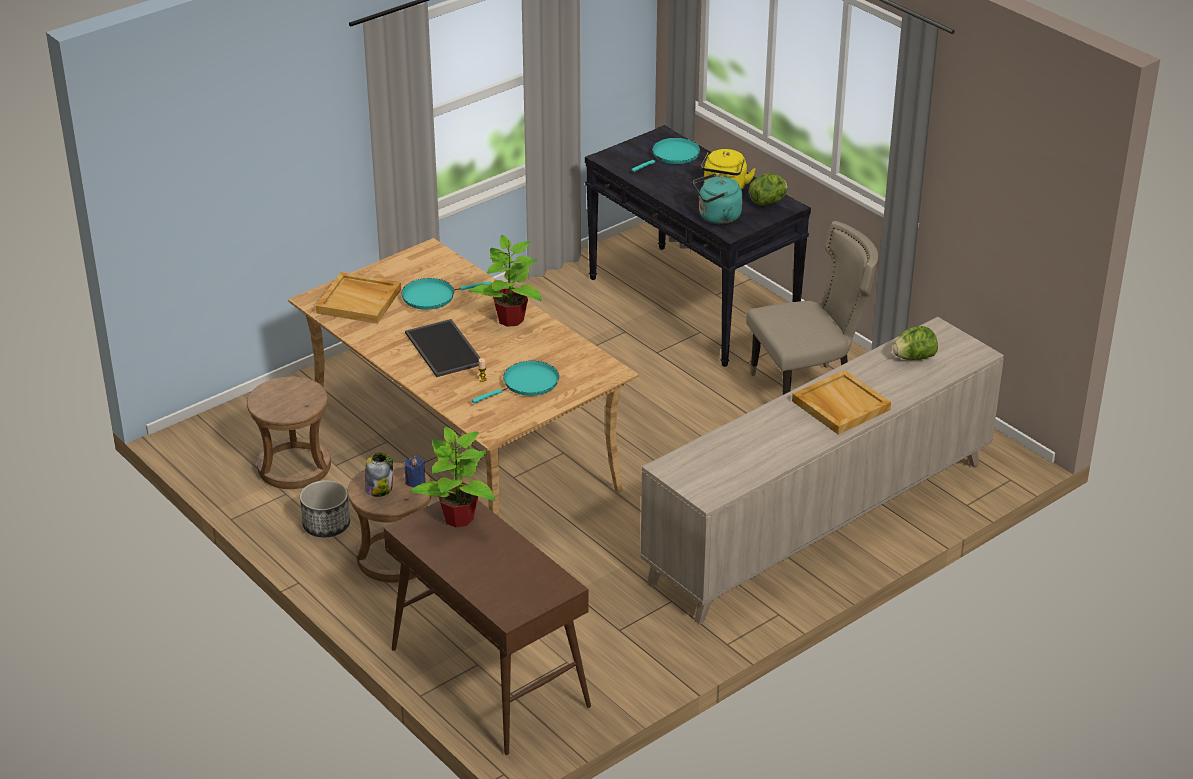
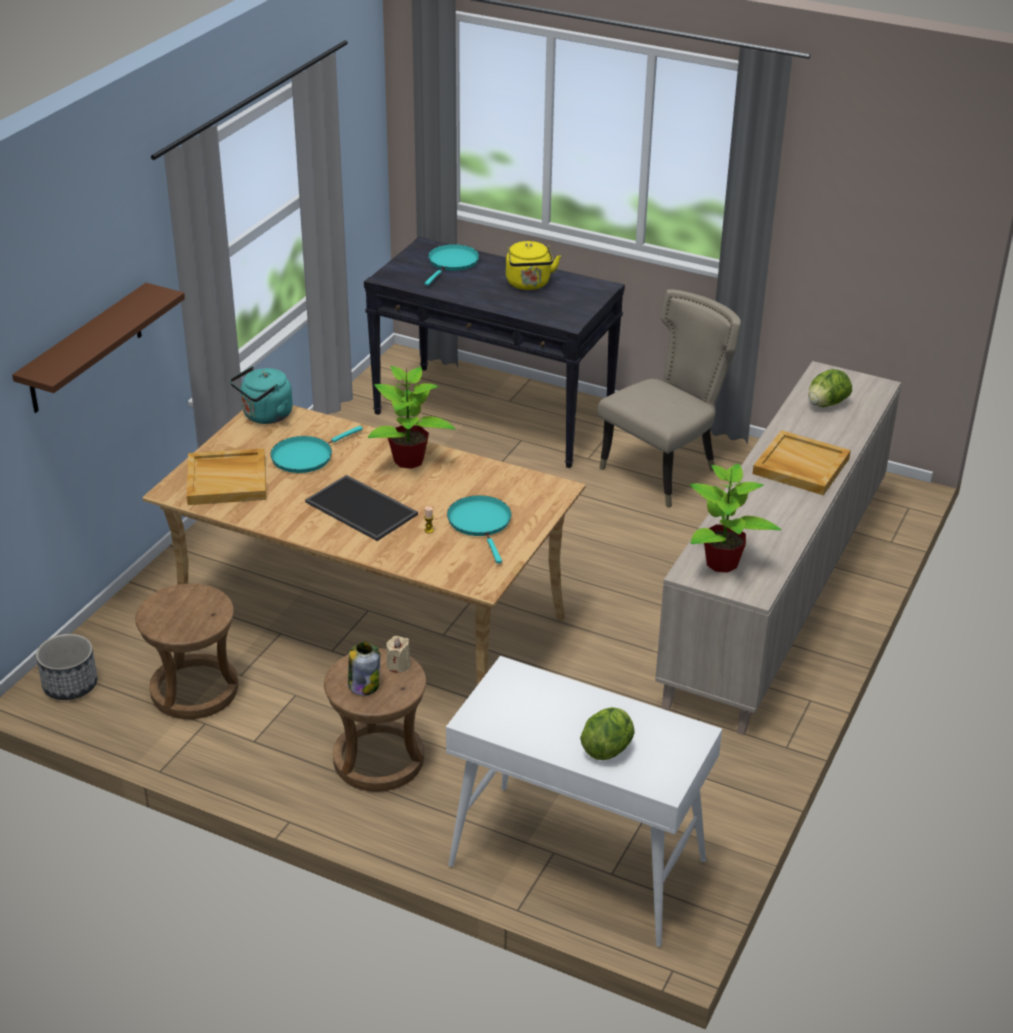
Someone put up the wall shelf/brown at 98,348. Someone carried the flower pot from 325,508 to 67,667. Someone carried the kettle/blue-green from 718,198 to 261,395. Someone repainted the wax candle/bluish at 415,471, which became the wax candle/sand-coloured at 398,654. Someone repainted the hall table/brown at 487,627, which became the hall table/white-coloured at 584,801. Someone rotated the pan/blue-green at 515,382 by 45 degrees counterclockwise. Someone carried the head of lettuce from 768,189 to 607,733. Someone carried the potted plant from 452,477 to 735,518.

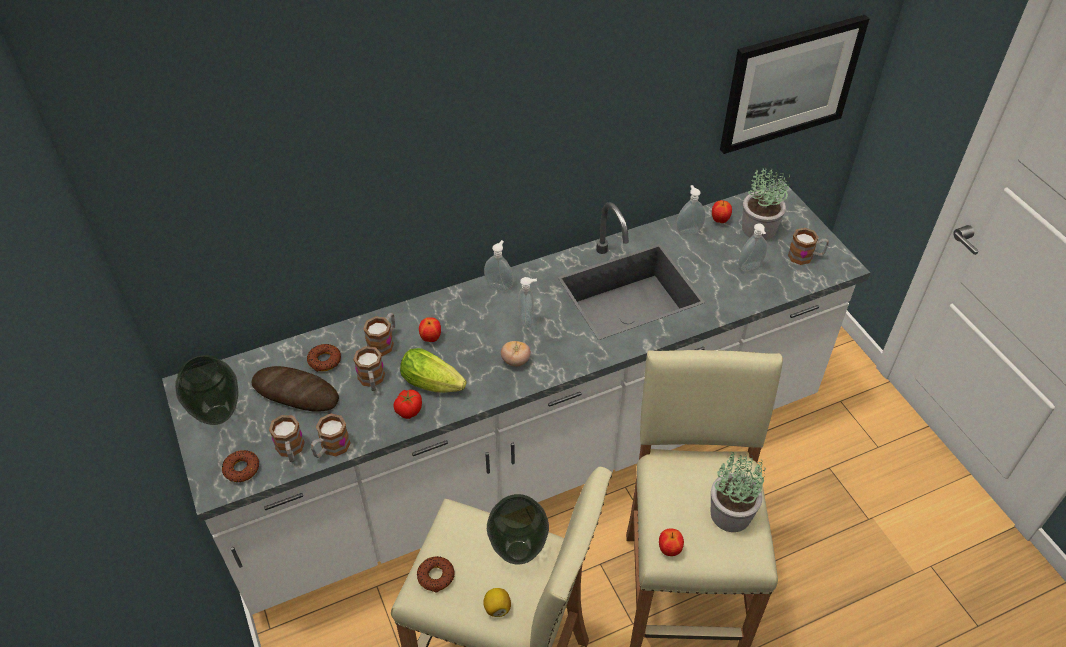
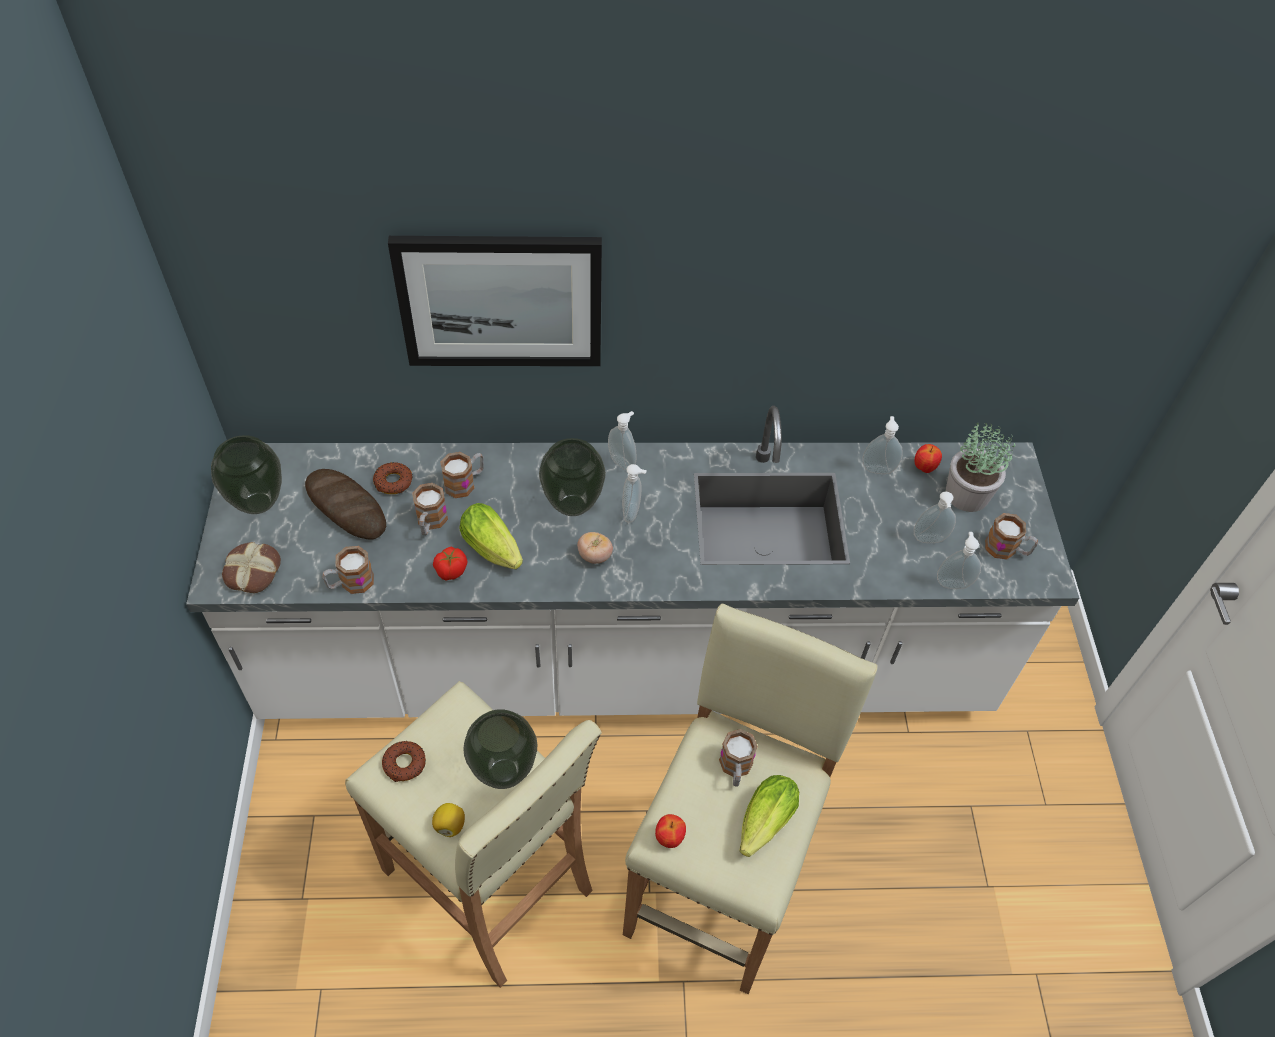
Someone swapped the ring doughnut at 240,466 for the bread at 251,567. Someone carried the wall picture from 795,84 to 495,301. Someone put down the decorative vase at 572,477. Someone carried the tea mug from 287,438 to 738,758. Someone swapped the potted plant at 738,492 for the head of lettuce at 769,816. Someone put down the liquid soap bottle at 959,560. Someone took away the apple at 430,329.

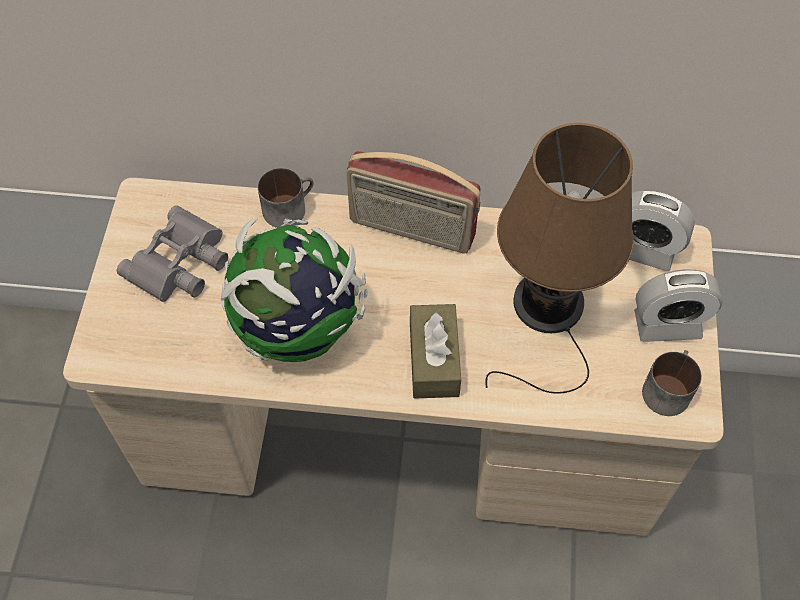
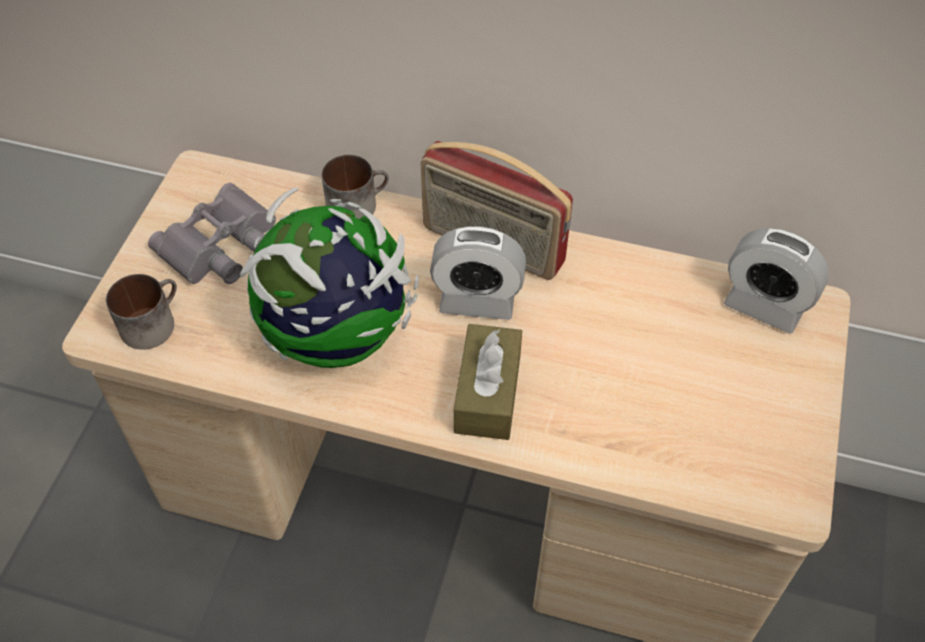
Someone carried the tea mug from 672,383 to 141,312. Someone carried the table clock from 678,305 to 478,273. Someone took away the tabletop lamp/brown at 560,258.

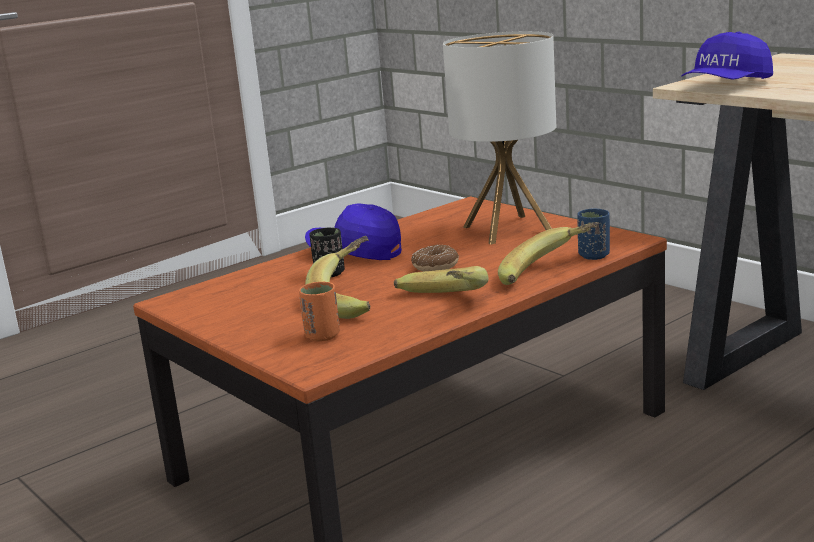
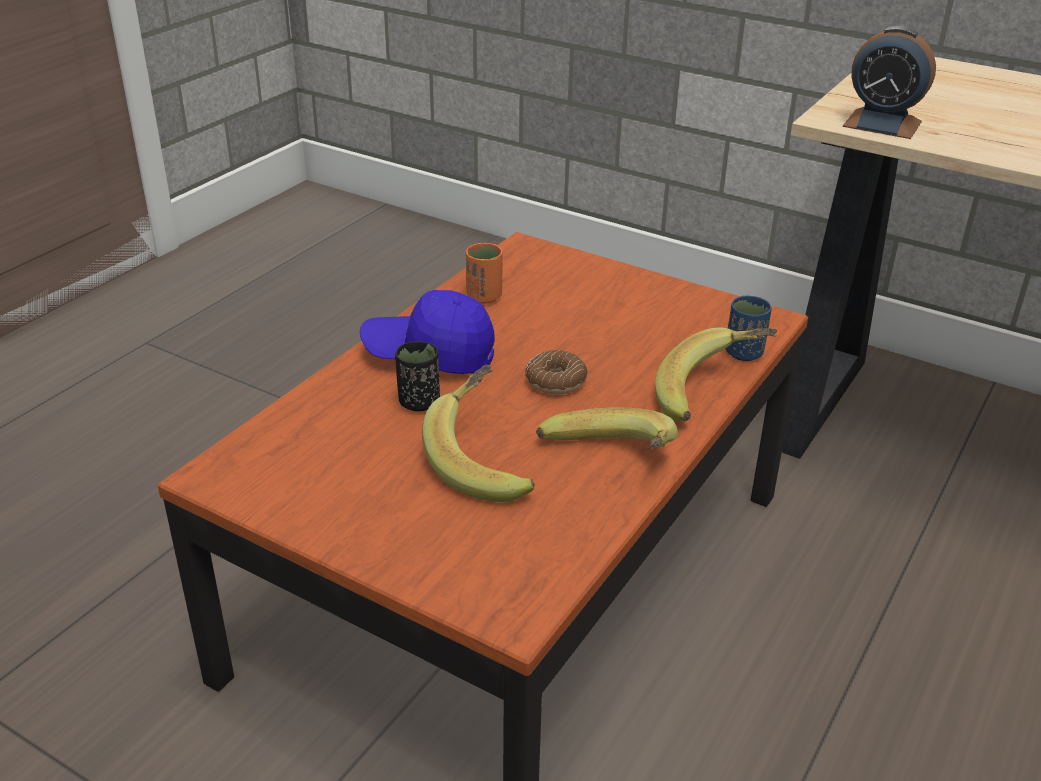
Someone carried the small cup/orange from 319,312 to 484,273. Someone swapped the cap/bluish at 727,56 for the table clock at 889,82. Someone took away the tabletop lamp at 499,138.

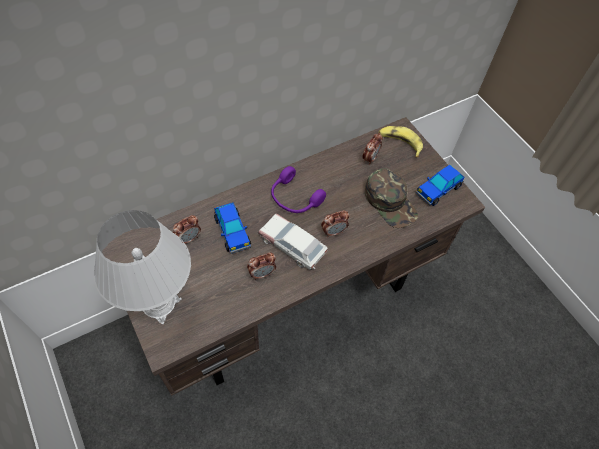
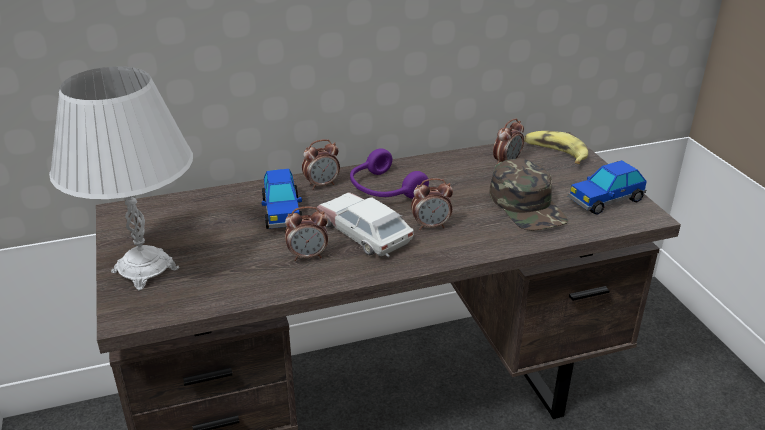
Someone carried the table clock from 187,229 to 321,164.

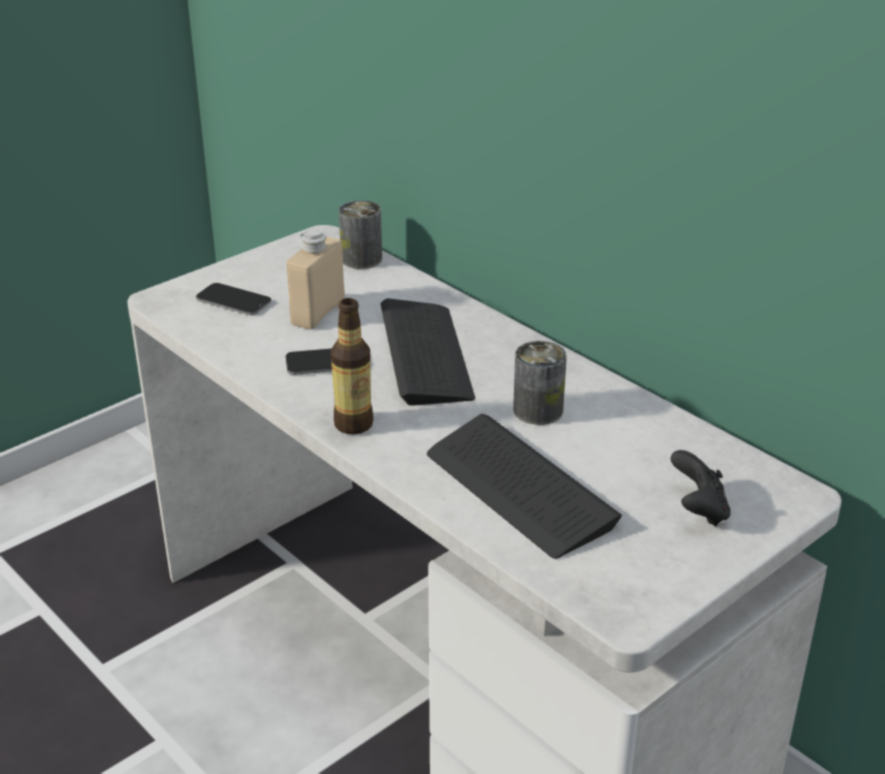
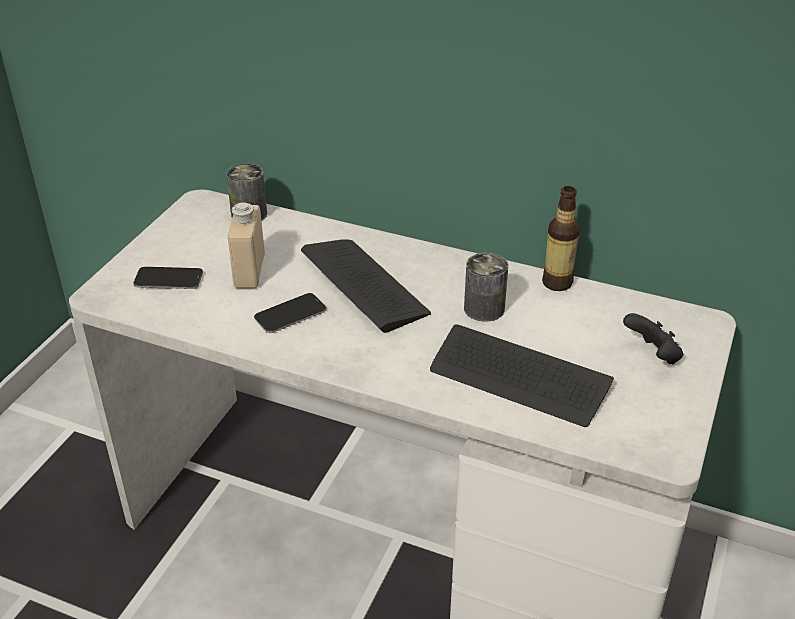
Someone carried the drink bottle from 352,366 to 561,238.

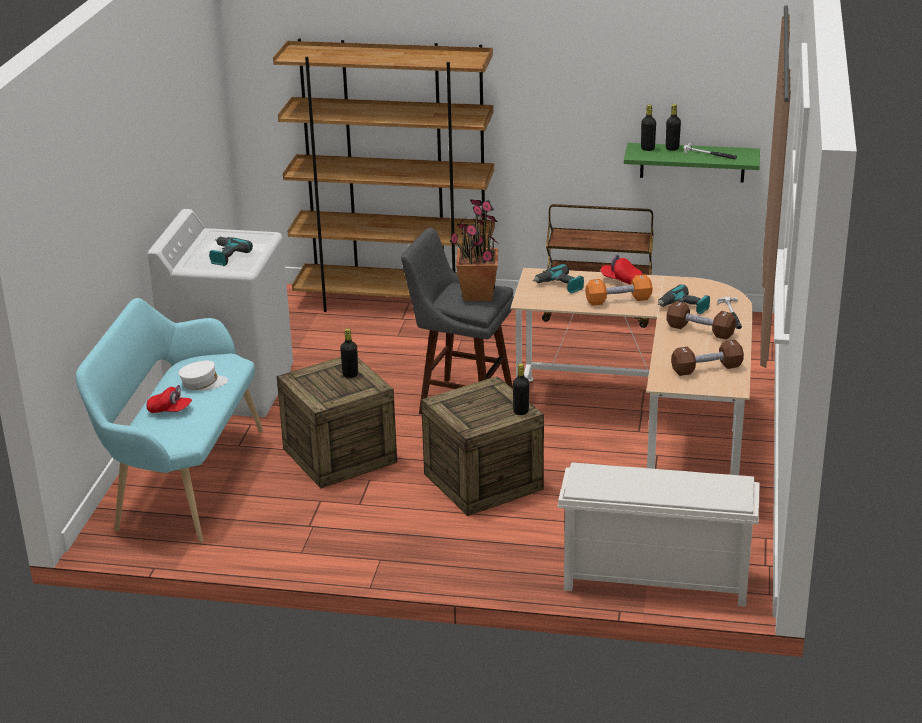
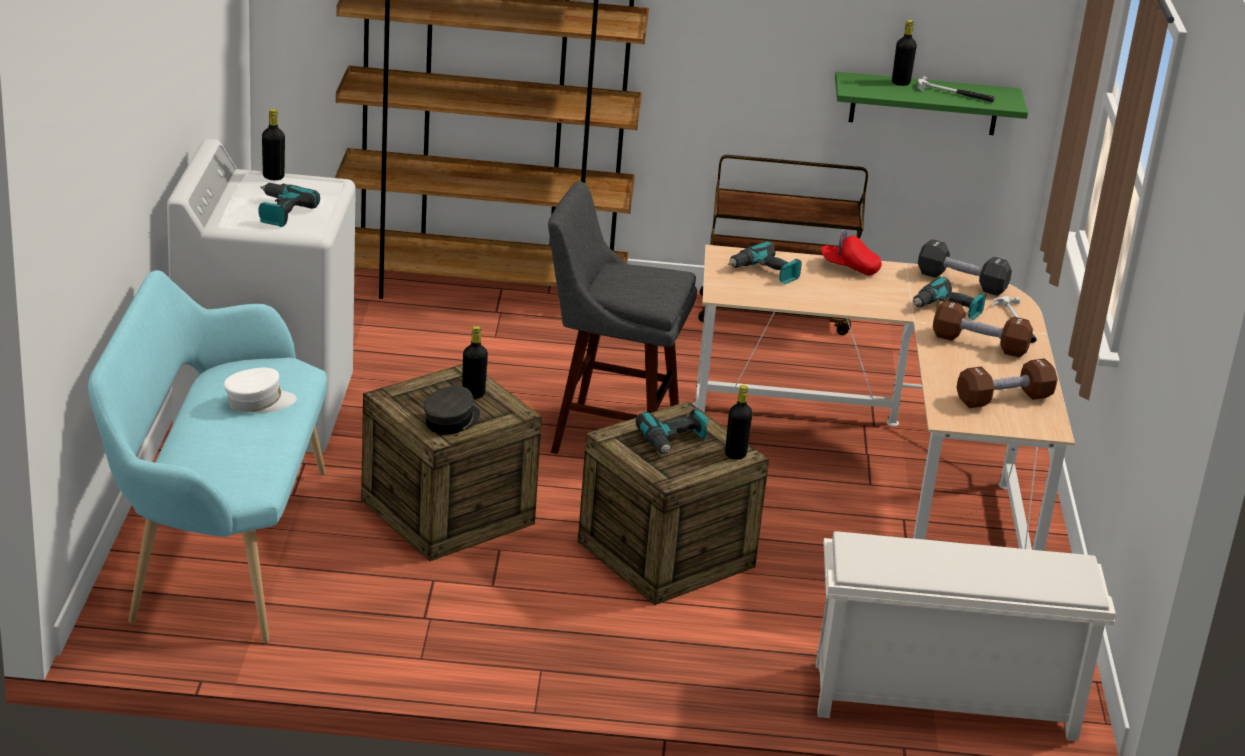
Someone carried the drink bottle/black from 648,128 to 273,144. Someone put down the cap/grey at 452,410. Someone put down the drill at 672,431. Someone put down the free weight/black at 965,267. Someone took away the cap/reddish at 169,399. Someone took away the potted plant at 474,250. Someone took away the free weight/orange at 619,290.

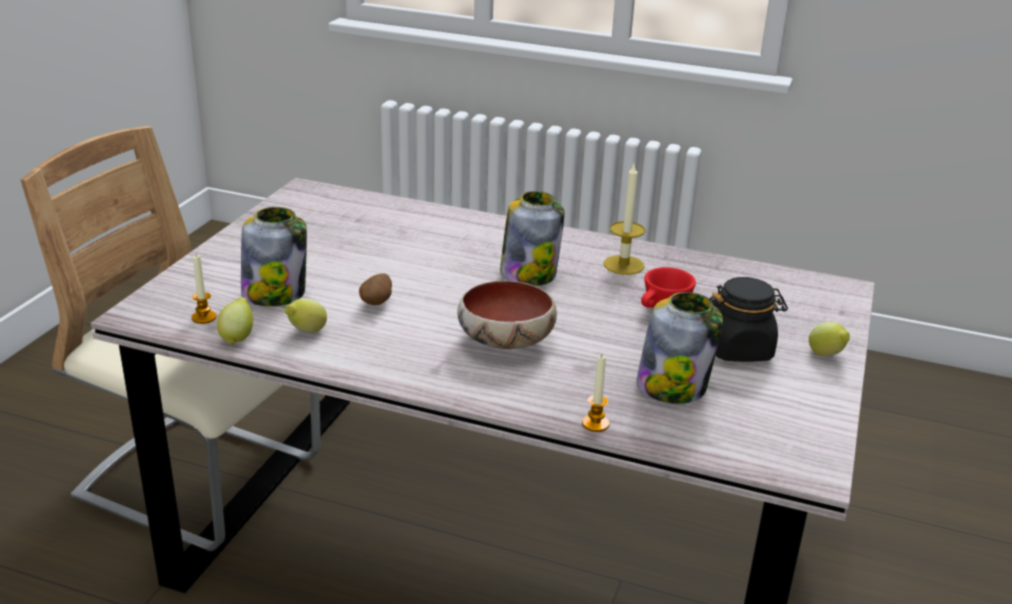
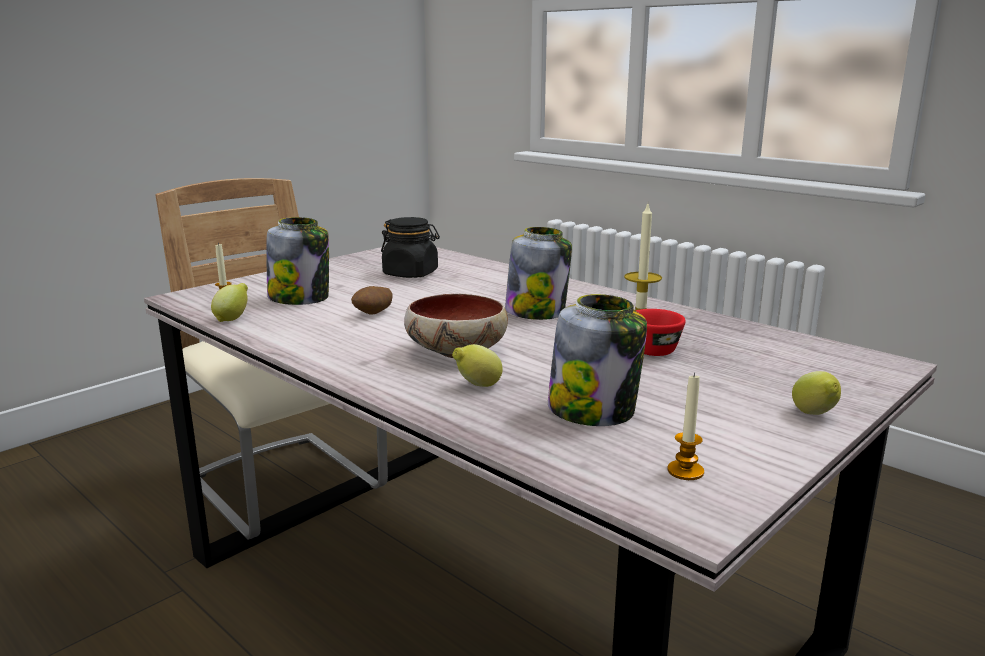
Someone carried the preserve jar/black from 749,319 to 410,247. Someone carried the citrus fruit from 306,315 to 477,365. Someone carried the wax candle from 596,394 to 685,426.

